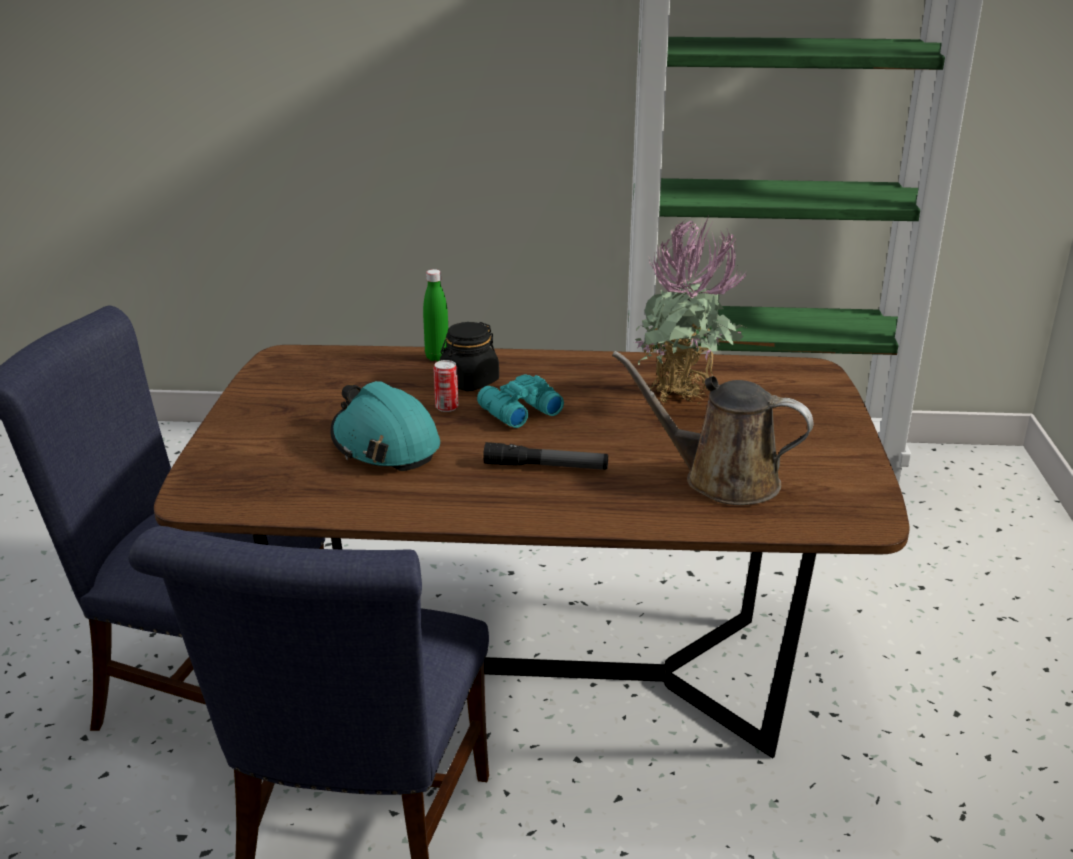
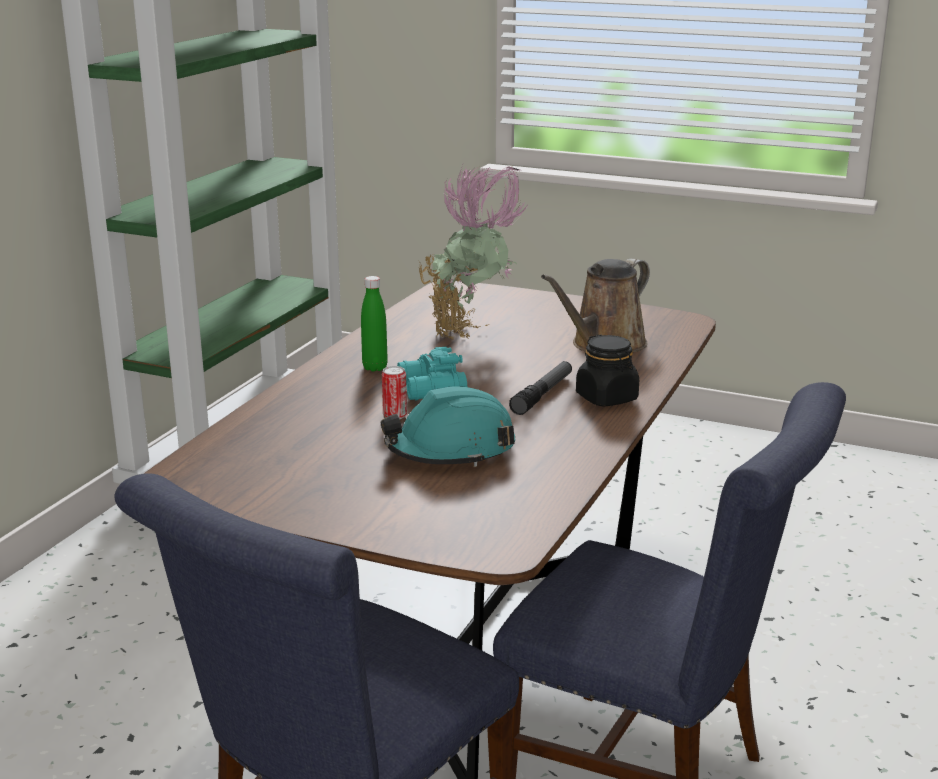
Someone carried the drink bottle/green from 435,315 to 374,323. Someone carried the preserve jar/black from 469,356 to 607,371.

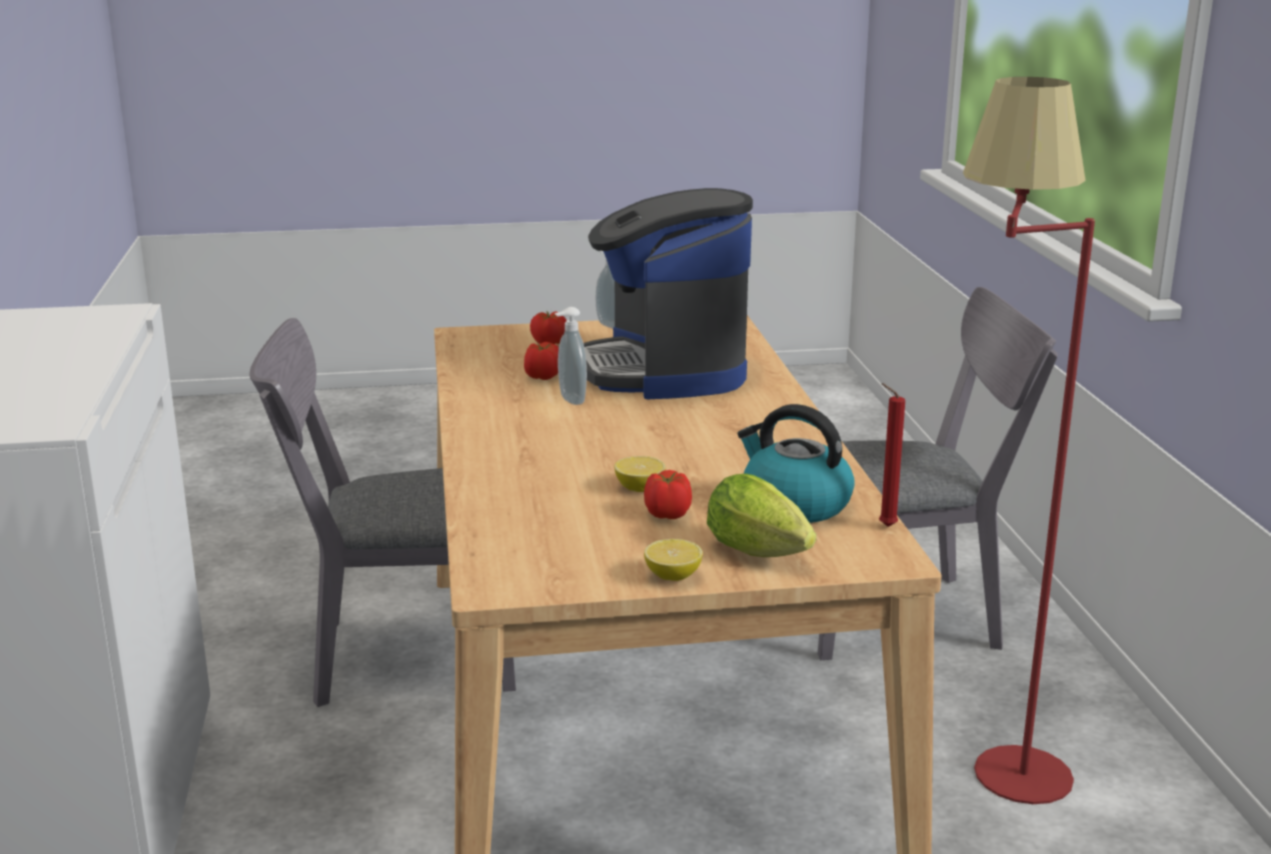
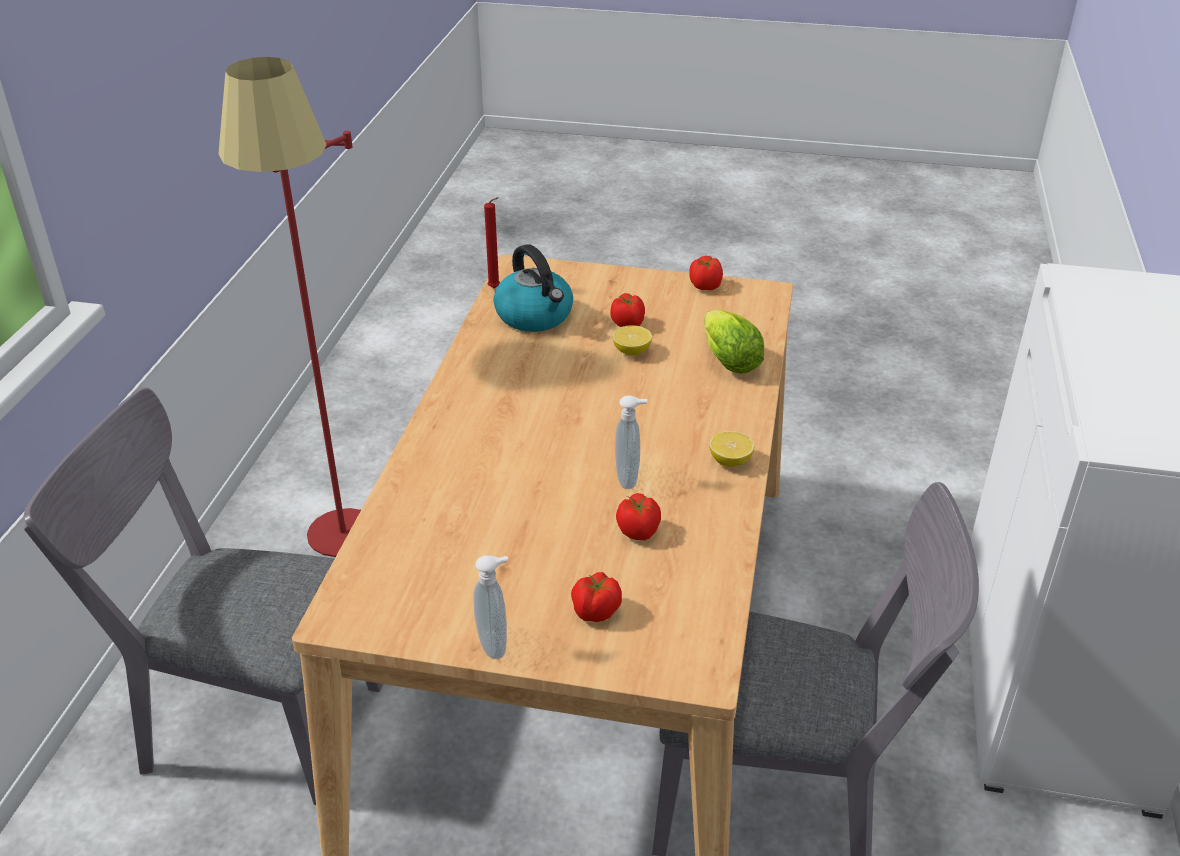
Someone put down the fresh tomato at 706,273. Someone carried the head of lettuce from 761,515 to 734,342. Someone carried the citrus fruit from 673,560 to 731,449. Someone took away the coffee brewer at 668,294.

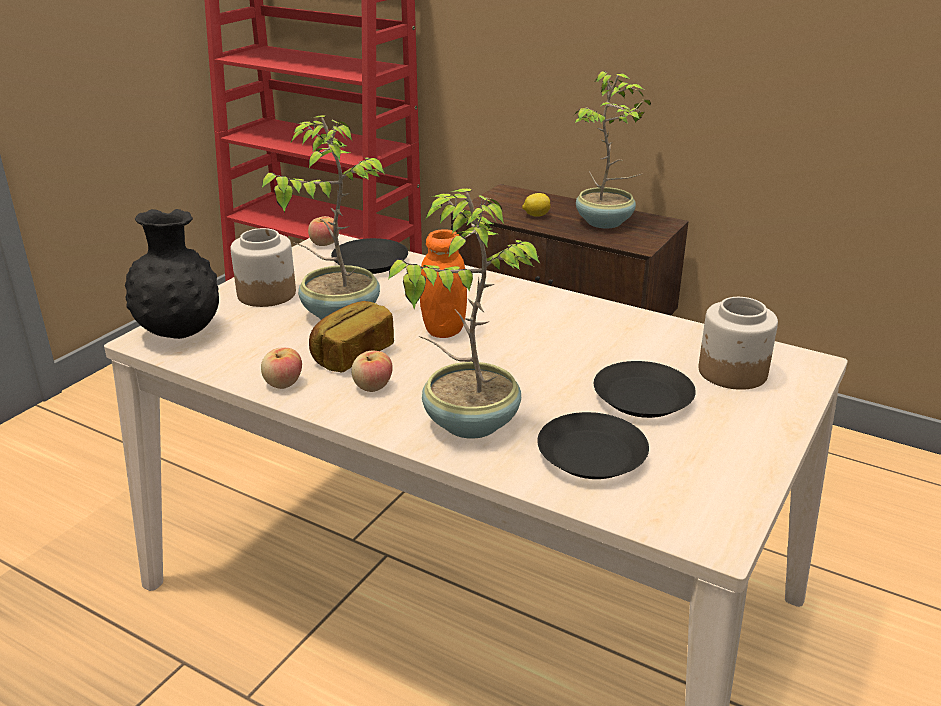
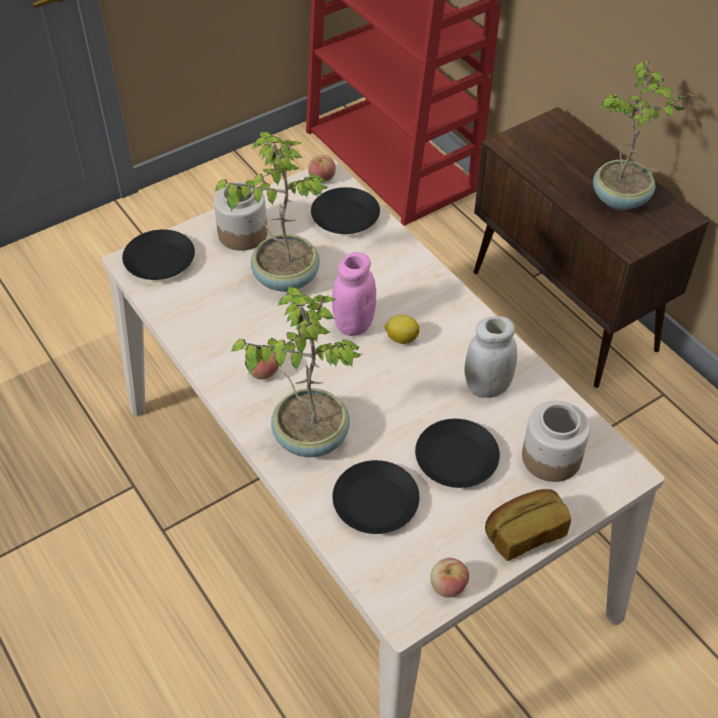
Someone swapped the decorative vase/black at 172,274 for the dinner plate/black at 158,254. Someone repainted the preserve jar/orange at 443,283, which became the preserve jar/pink-coloured at 354,294. Someone carried the citrus fruit from 536,205 to 402,329. Someone carried the apple from 281,368 to 449,578. Someone put down the preserve jar/white-coloured at 490,357. Someone carried the bread from 351,337 to 528,525.

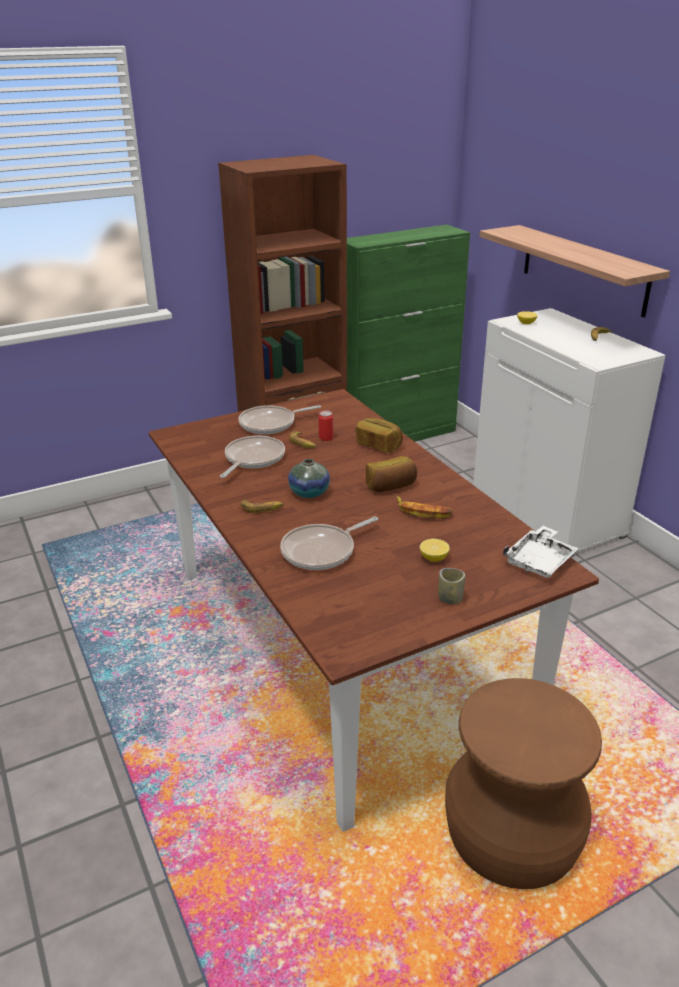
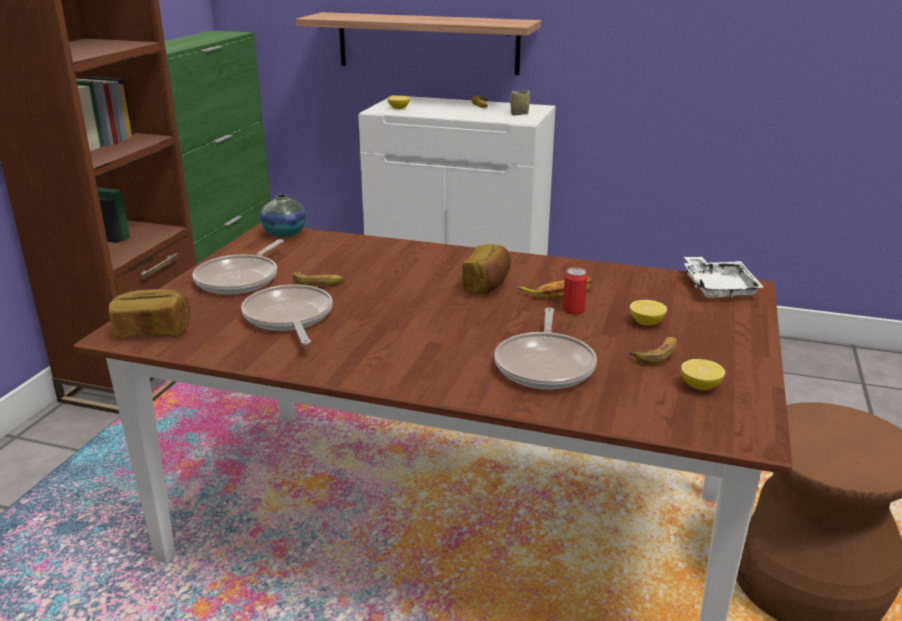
Someone carried the bread from 379,435 to 149,313. Someone carried the decorative vase from 309,478 to 283,215. Someone carried the small cup from 451,586 to 520,102. Someone carried the metal can from 326,425 to 575,291. Someone carried the whole banana from 262,506 to 653,351. Someone put down the citrus fruit at 703,374.

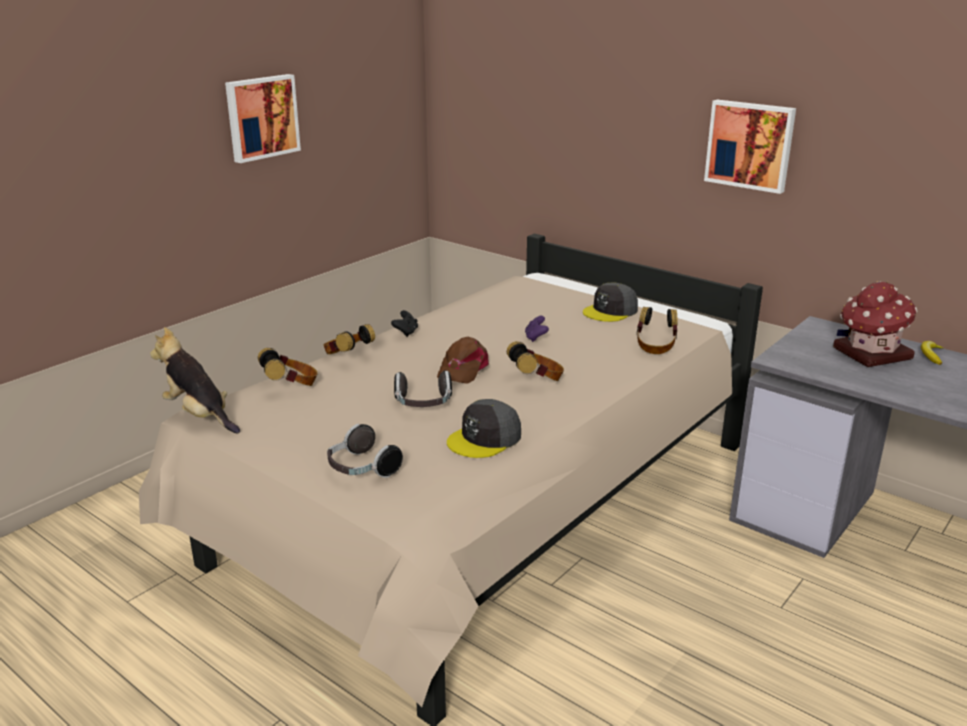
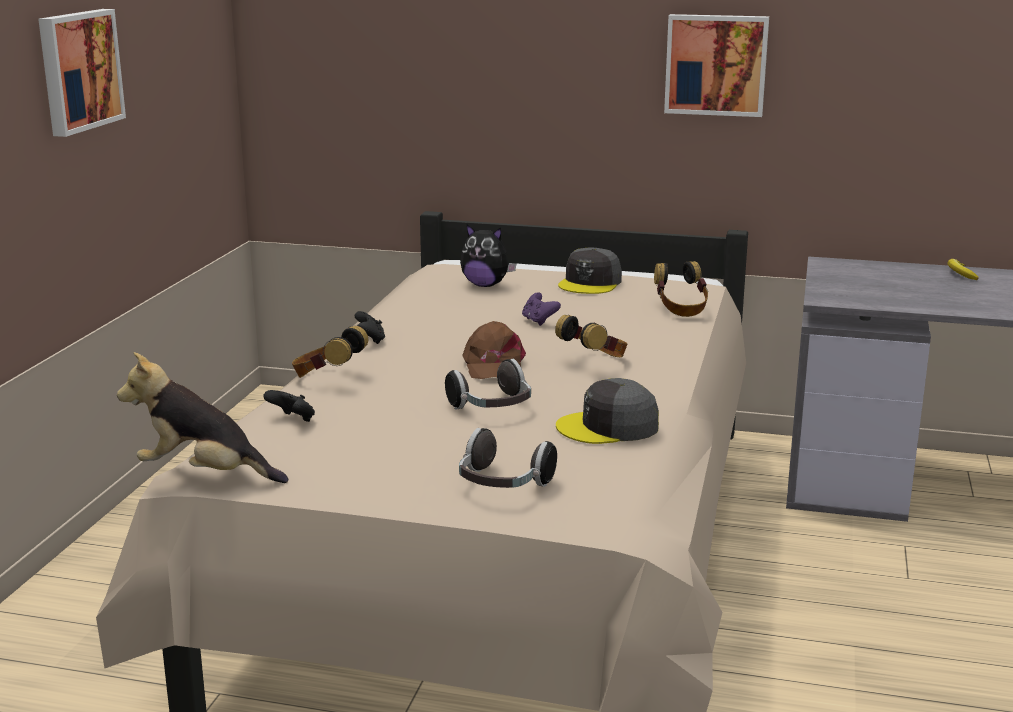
Someone swapped the headphones at 287,367 for the joypad/black at 289,406. Someone put down the soft toy at 488,256. Someone rotated the cap/grey at 484,428 by 60 degrees clockwise. Someone took away the miniature house at 875,324.

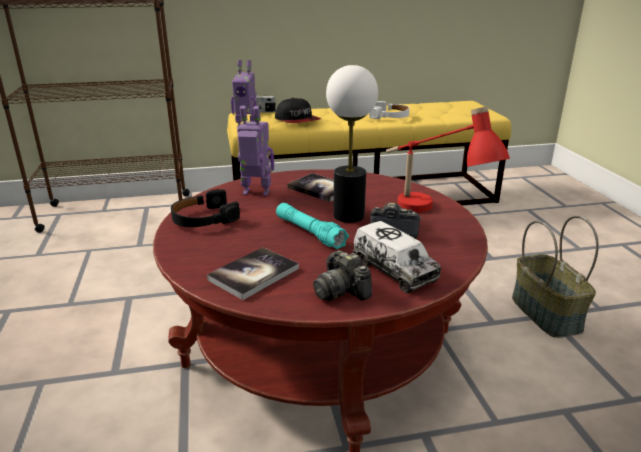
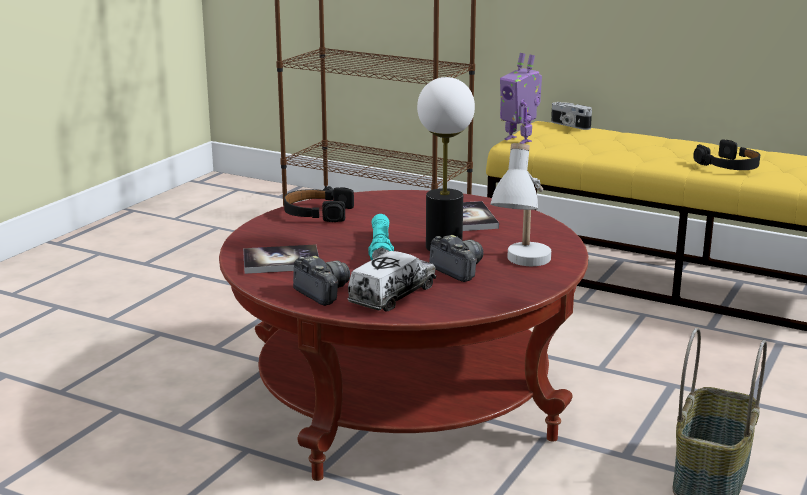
Someone rotated the photo camera at 342,275 by 135 degrees clockwise. Someone rotated the toy truck at 397,257 by 150 degrees counterclockwise. Someone repainted the tabletop lamp/reddish at 448,160, which became the tabletop lamp/white-coloured at 521,204. Someone repainted the headphones/white-coloured at 389,110, which became the headphones/black at 726,154. Someone took away the robot figure at 255,151. Someone took away the cap at 298,110.

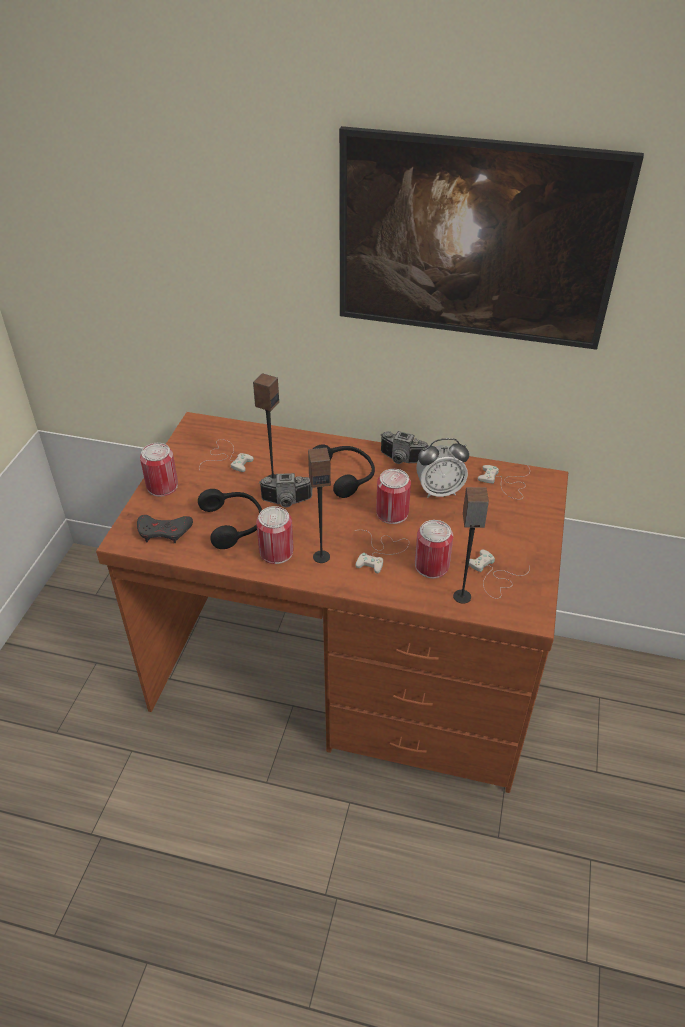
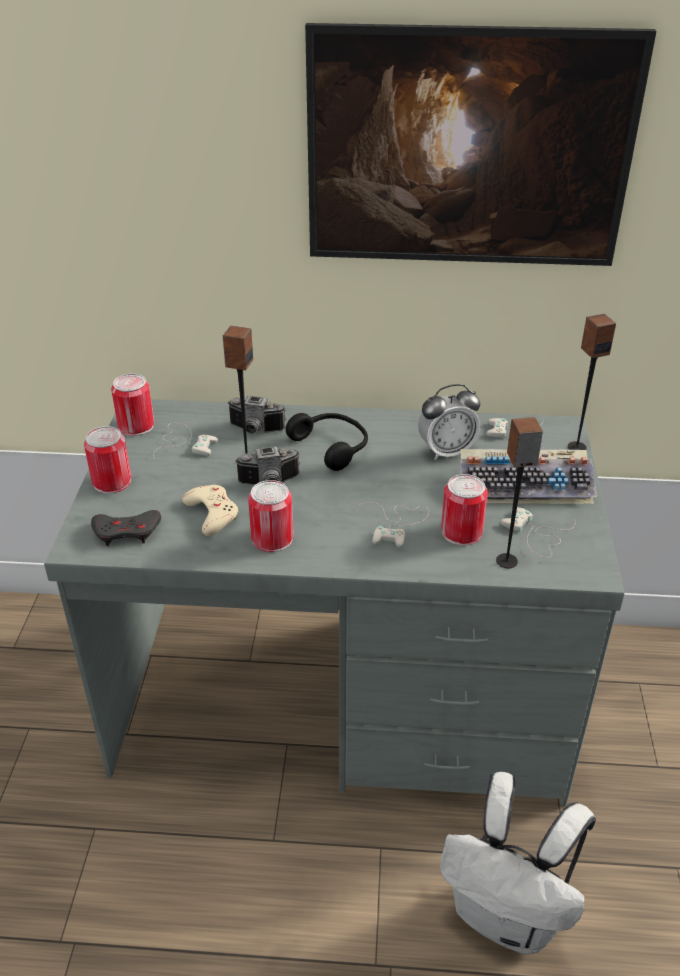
Someone repainted the desk table/brown at 332,602, which became the desk table/grey at 334,603. Someone carried the metal can from 393,496 to 132,404. Someone swapped the headphones/black at 230,519 for the joypad/sand-coloured at 210,510. Someone carried the photo camera from 405,447 to 257,415. Someone put down the backpack/white-coloured at 518,863. Someone put down the PC keyboard at 528,476. Someone carried the audio speaker from 319,505 to 592,382.

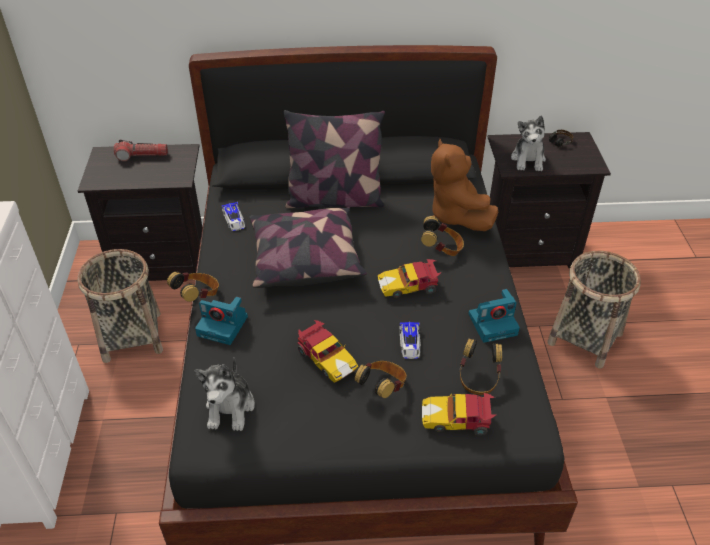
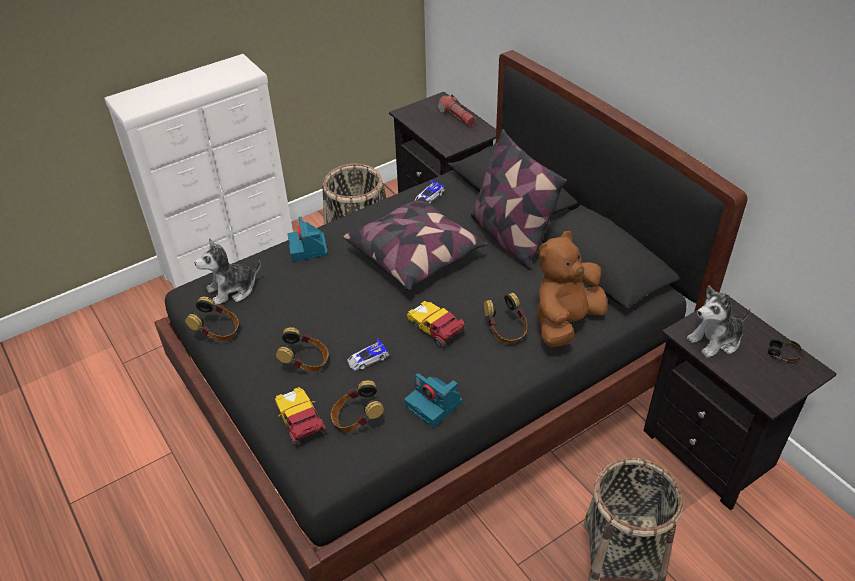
Someone carried the headphones from 193,286 to 212,319. Someone took away the toy car at 328,351.

